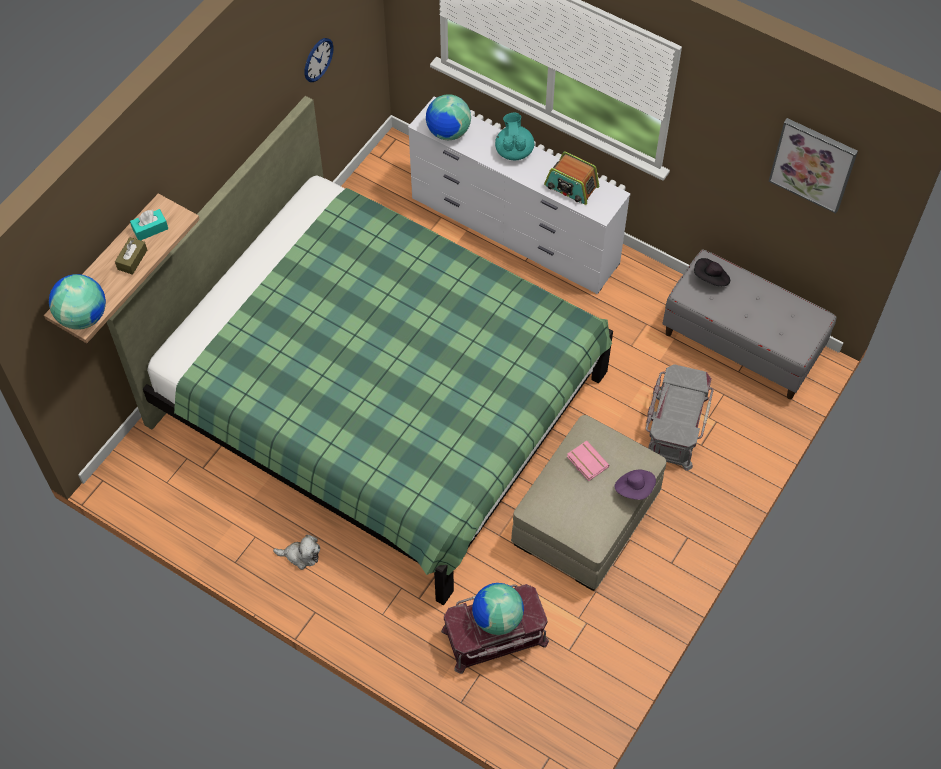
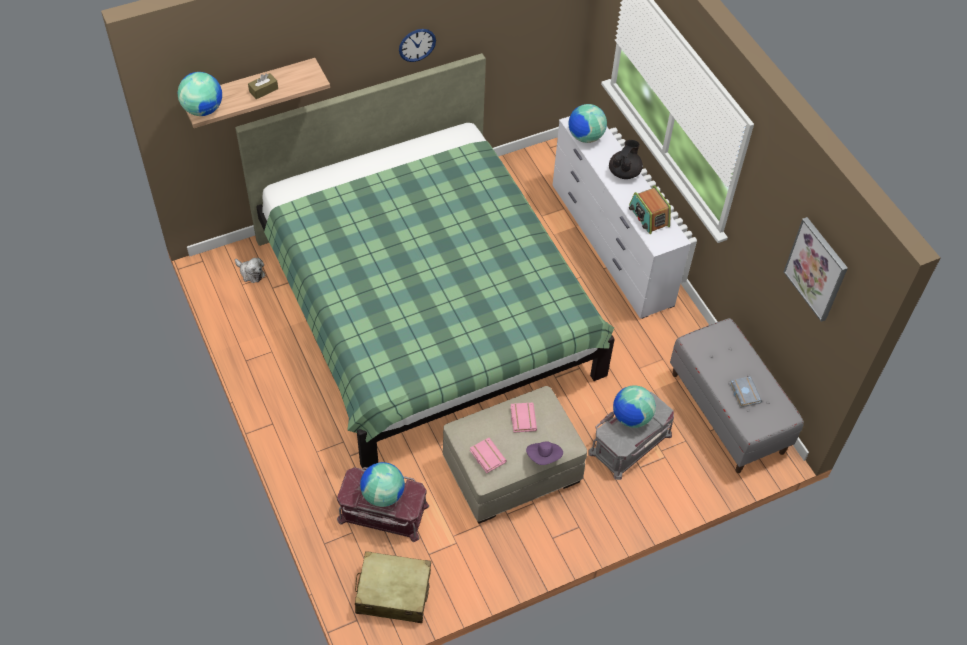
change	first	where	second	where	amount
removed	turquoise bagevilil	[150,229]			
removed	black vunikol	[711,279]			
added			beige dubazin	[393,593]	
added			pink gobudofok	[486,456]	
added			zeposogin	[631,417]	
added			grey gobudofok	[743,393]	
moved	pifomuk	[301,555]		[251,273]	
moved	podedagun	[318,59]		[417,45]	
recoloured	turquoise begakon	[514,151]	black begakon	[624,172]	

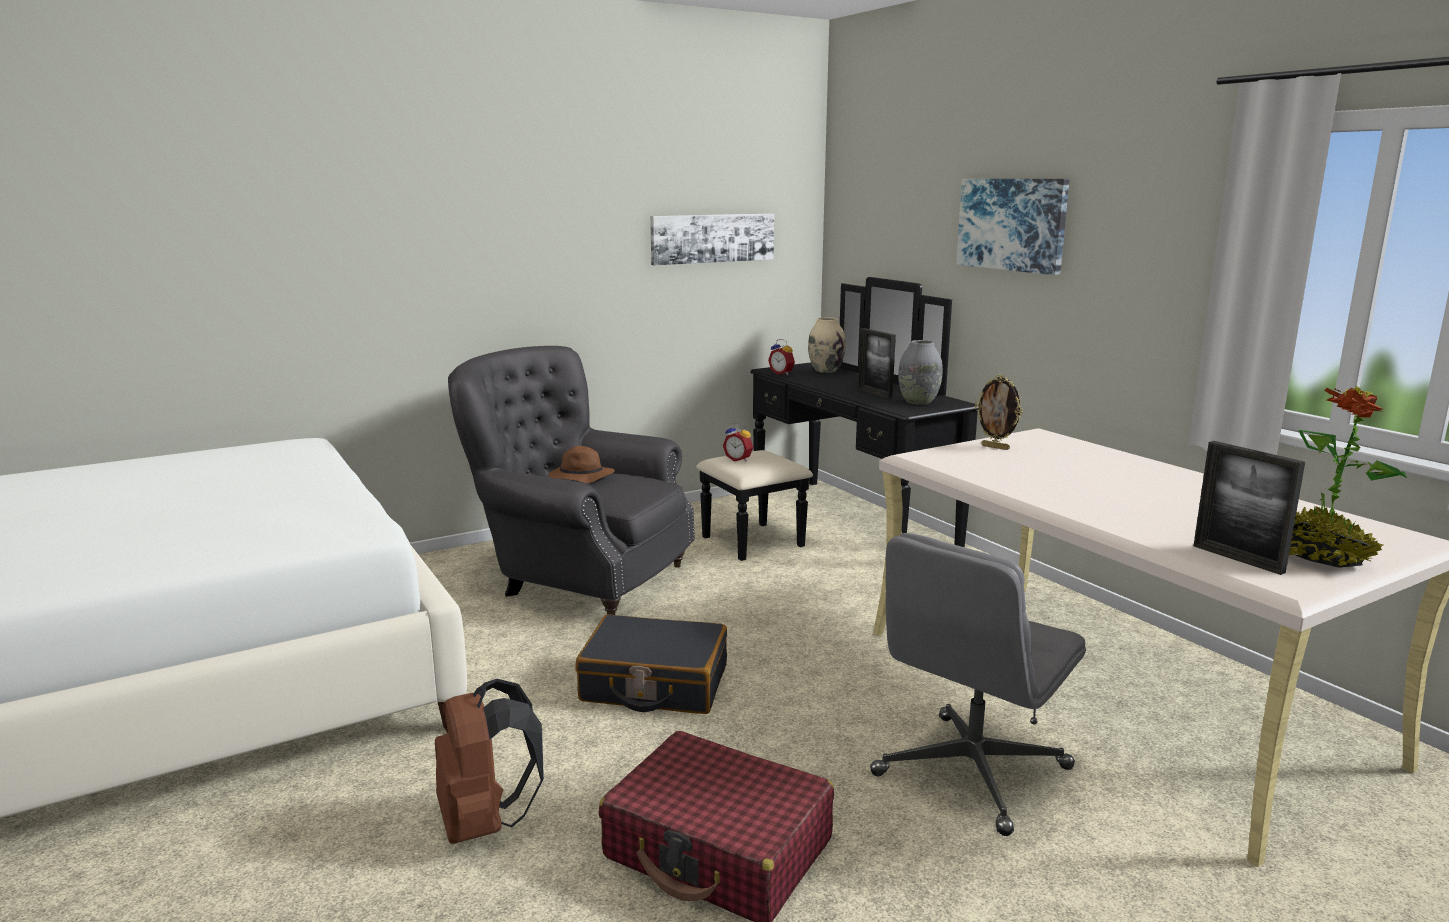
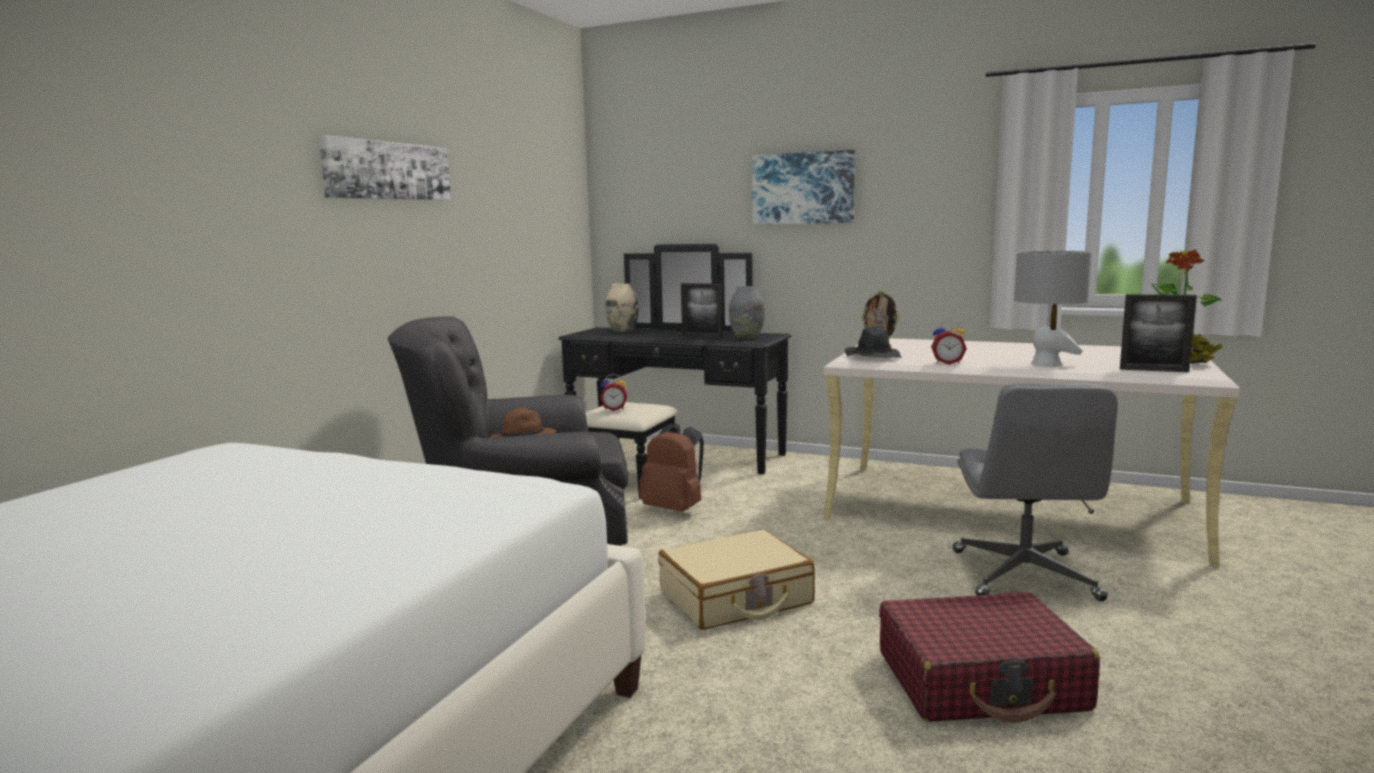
change	first	where	second	where	amount
added			black vunikol	[872,357]	
added			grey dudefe	[1046,364]	
moved	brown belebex	[486,823]		[675,509]	
moved	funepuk	[712,238]		[387,170]	
moved	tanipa	[782,373]		[947,363]	
recoloured	black dubazin	[654,684]	beige dubazin	[735,598]	

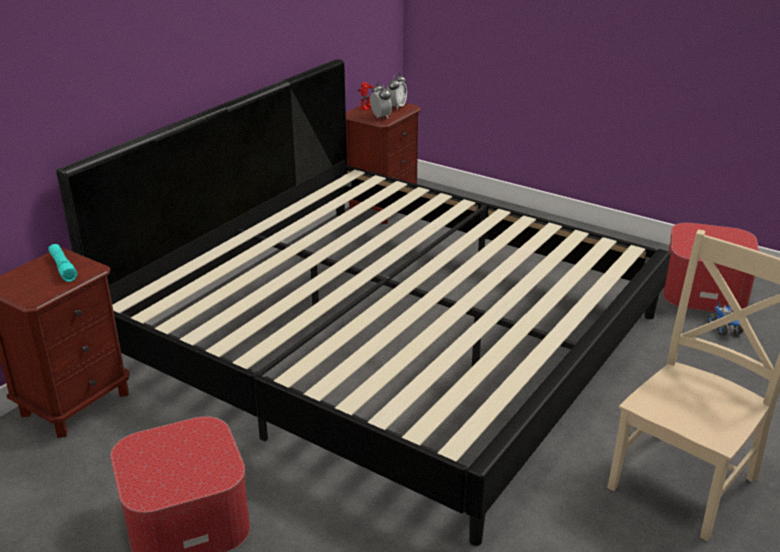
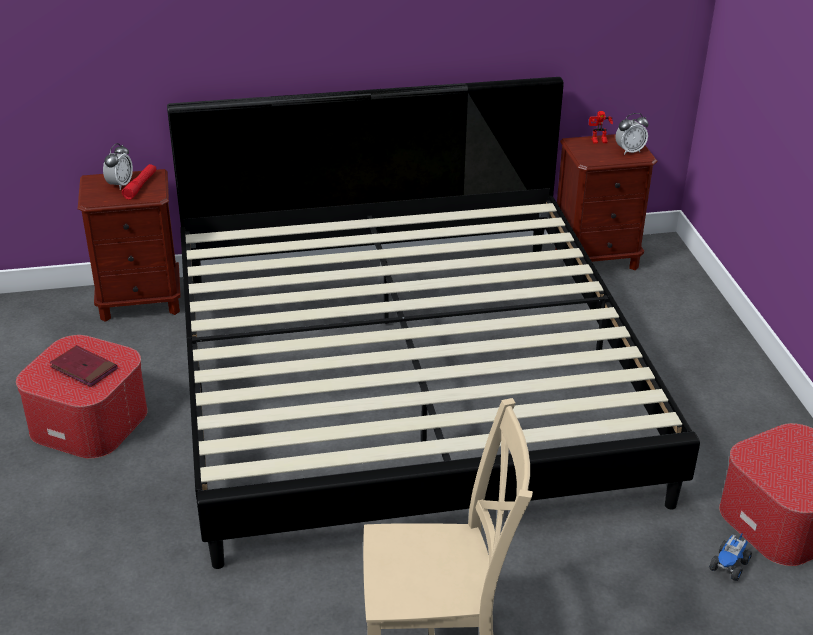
change	first	where	second	where	amount
added			red gobudofok	[84,368]	
moved	tanipa	[380,117]		[120,184]	
recoloured	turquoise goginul	[63,267]	red goginul	[140,186]	

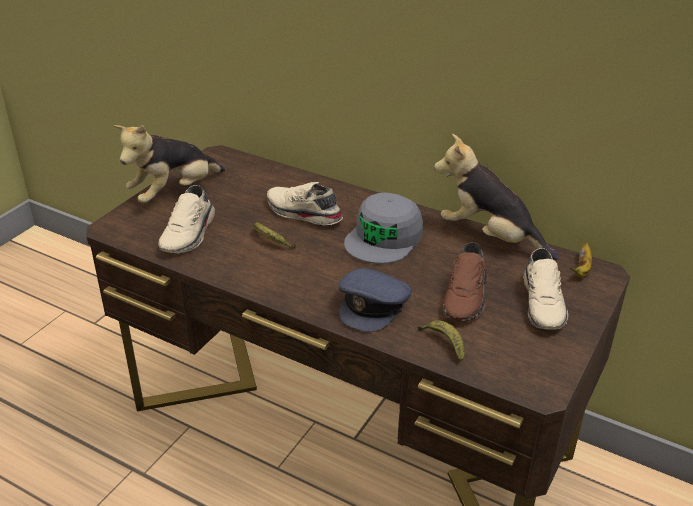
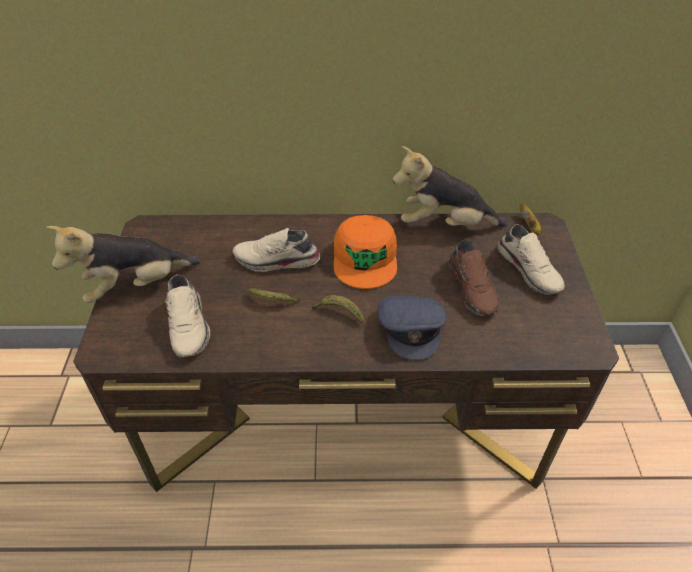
change	first	where	second	where	amount
moved	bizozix	[443,343]		[339,313]	
recoloured	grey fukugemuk	[384,238]	orange fukugemuk	[365,258]	
turned	pifomuk	[174,193]		[135,286]	45 degrees clockwise

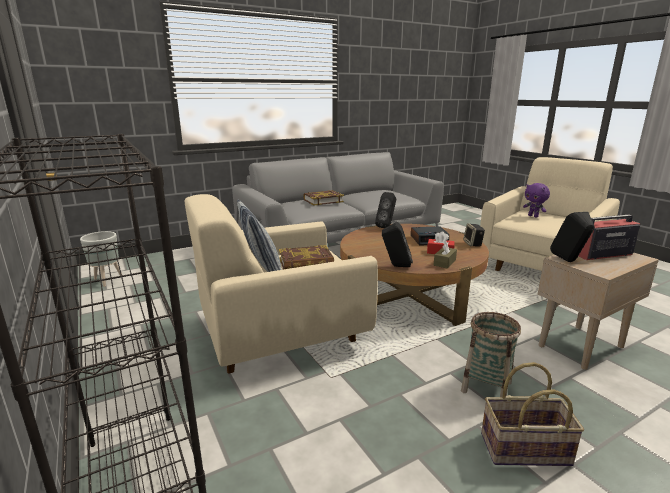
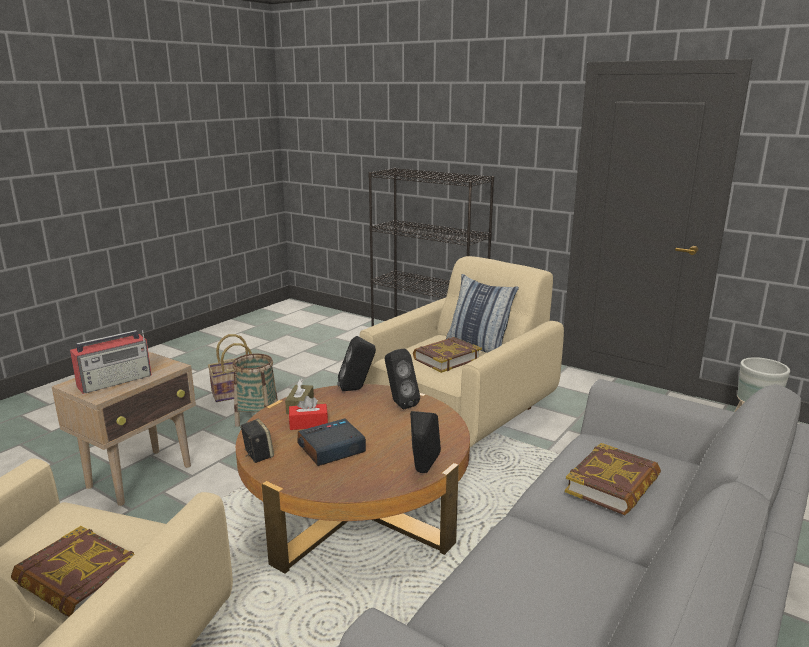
change	first	where	second	where	amount
moved	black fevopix	[569,261]		[399,404]	
replaced	purple pifomuk	[533,216]	gobudofok	[79,580]	

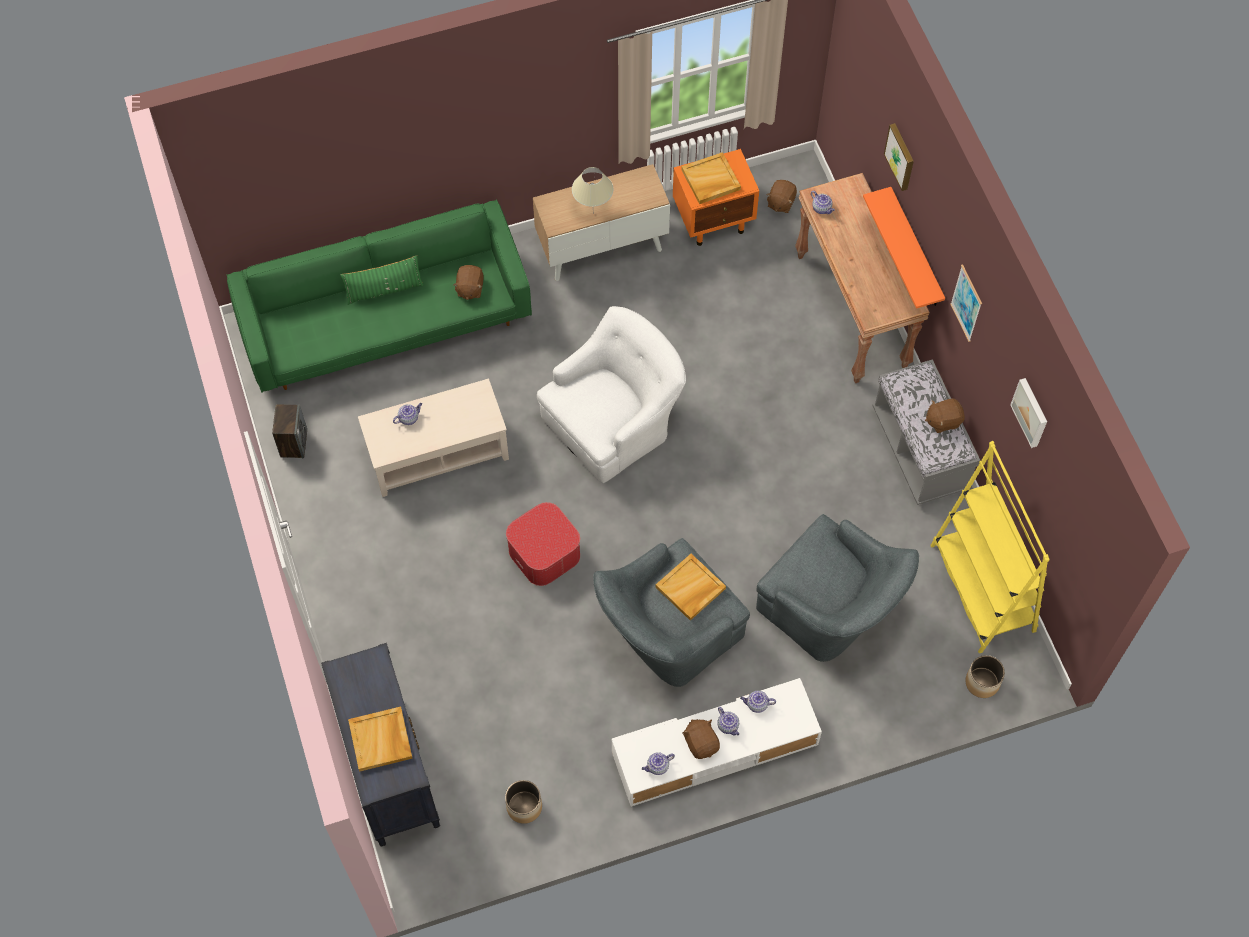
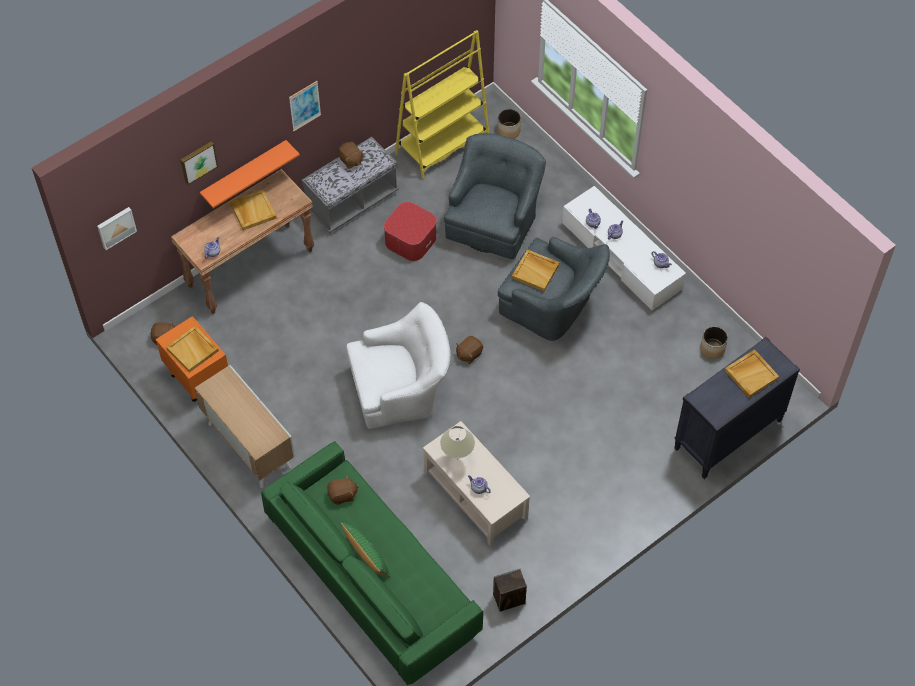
change	first	where	second	where	amount
added			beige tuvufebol	[252,211]	
moved	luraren	[544,552]		[410,239]	
moved	beige dudefe	[593,213]		[457,459]	
moved	brown pifomuk	[701,743]		[469,354]	
moved	funepuk	[1031,412]		[116,227]	
turned	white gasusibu	[614,420]		[401,388]	135 degrees clockwise

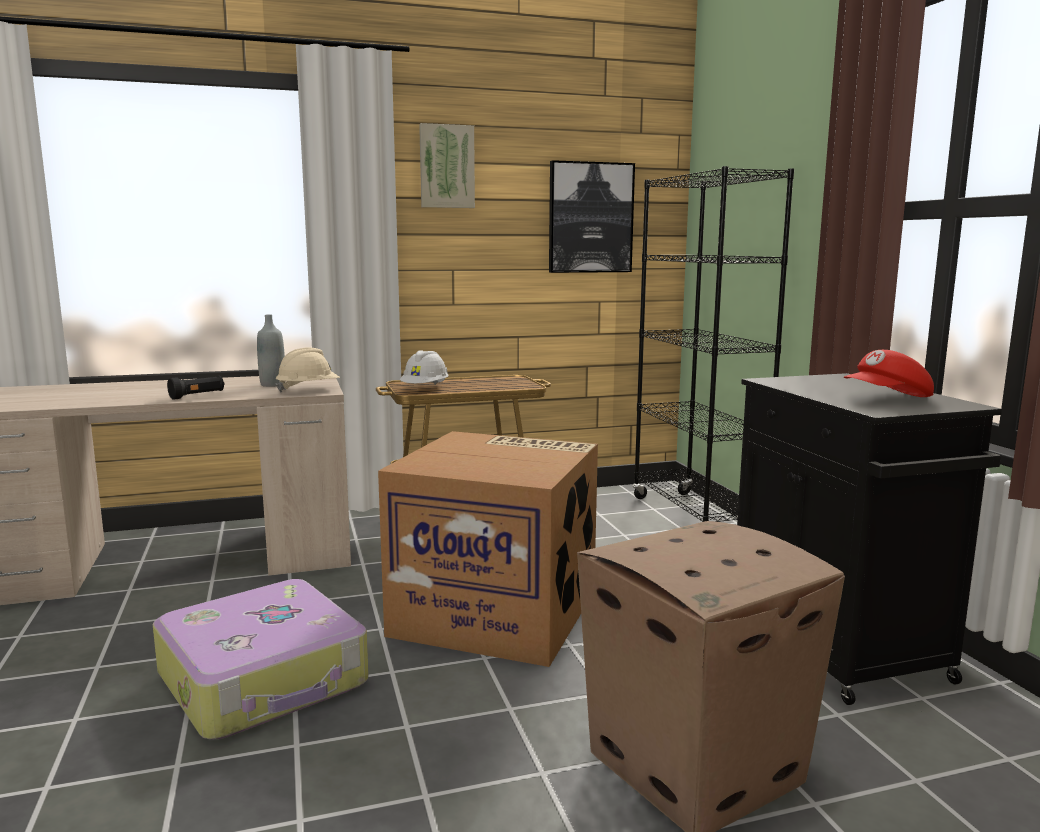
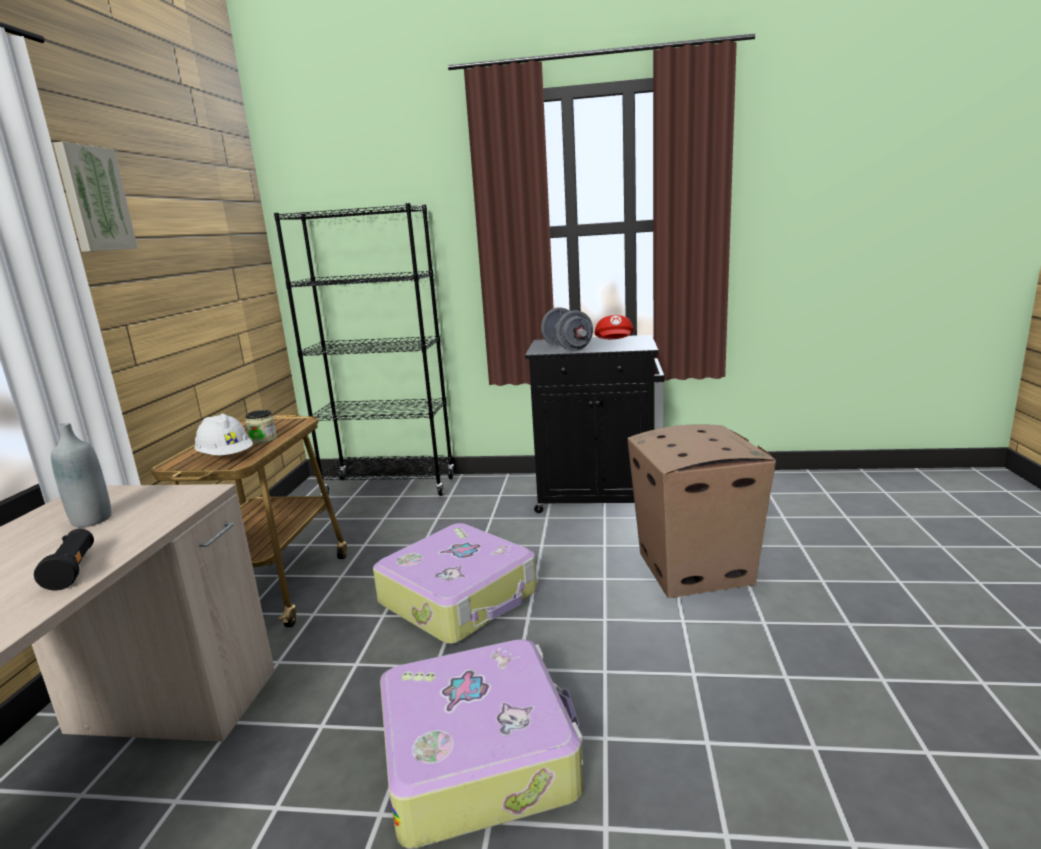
change	first	where	second	where	amount
removed	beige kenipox	[308,390]			
removed	funepuk	[590,218]			
added			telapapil	[263,439]	
added			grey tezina	[567,348]	
replaced	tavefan	[499,612]	dubazin	[460,598]	

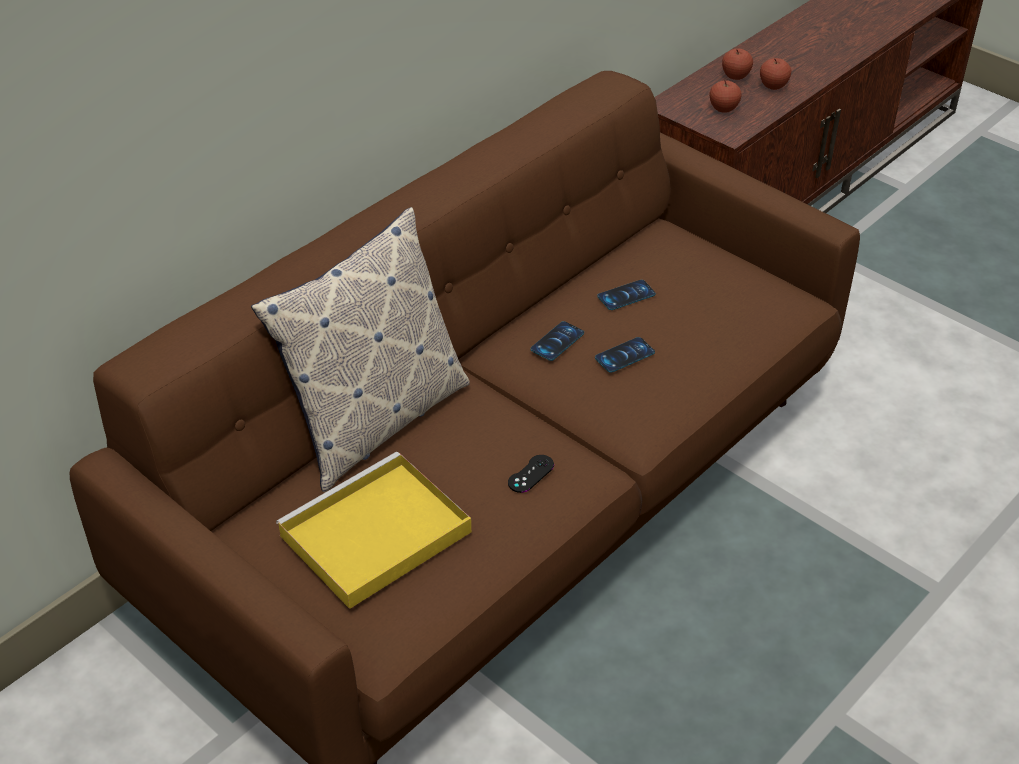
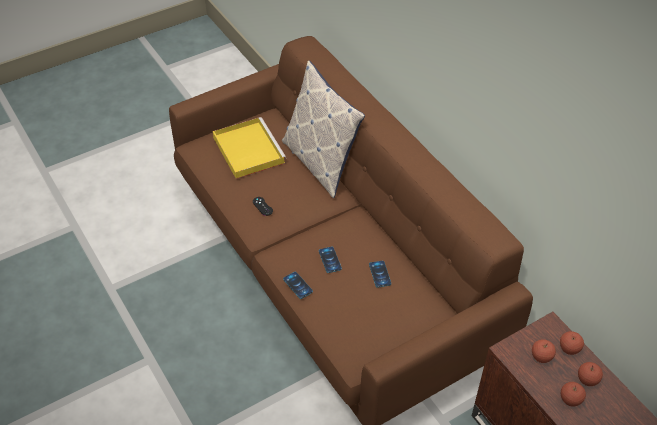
change	first	where	second	where	amount
added			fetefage	[569,349]	
moved	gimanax	[557,341]		[297,285]	

